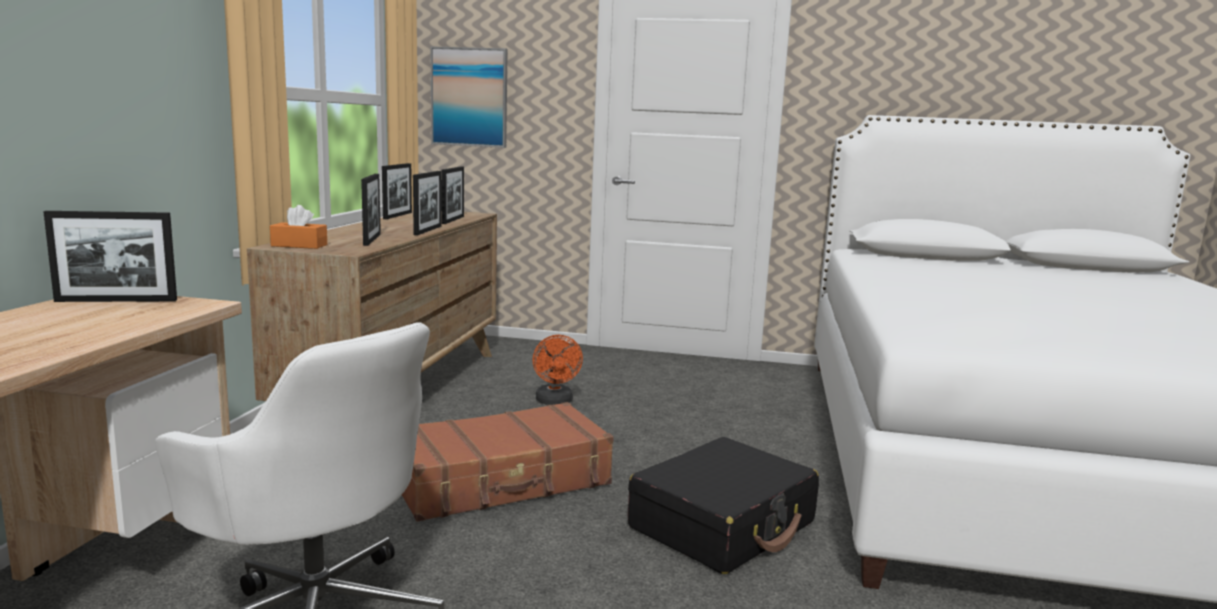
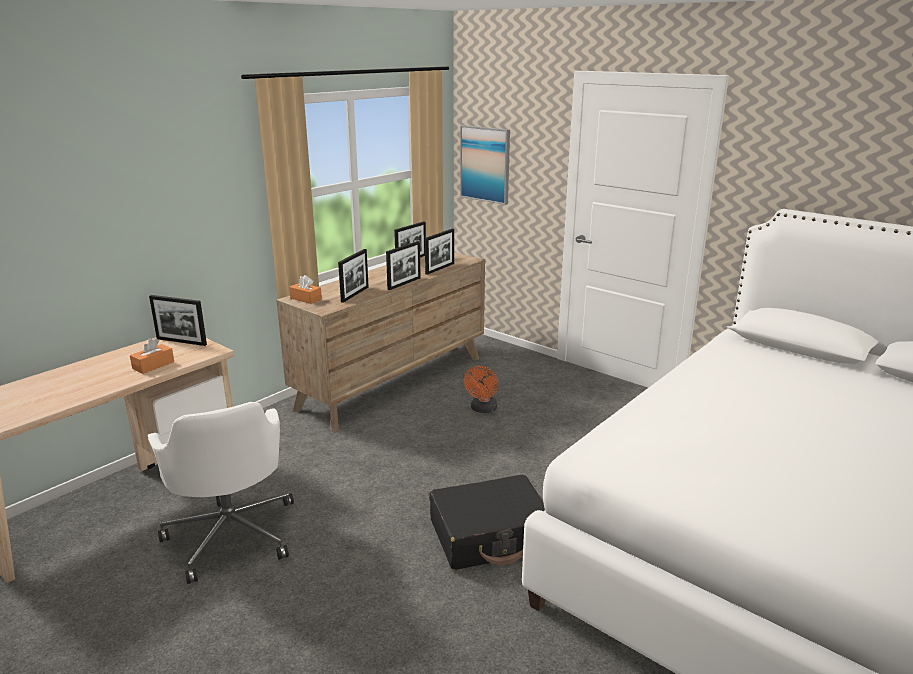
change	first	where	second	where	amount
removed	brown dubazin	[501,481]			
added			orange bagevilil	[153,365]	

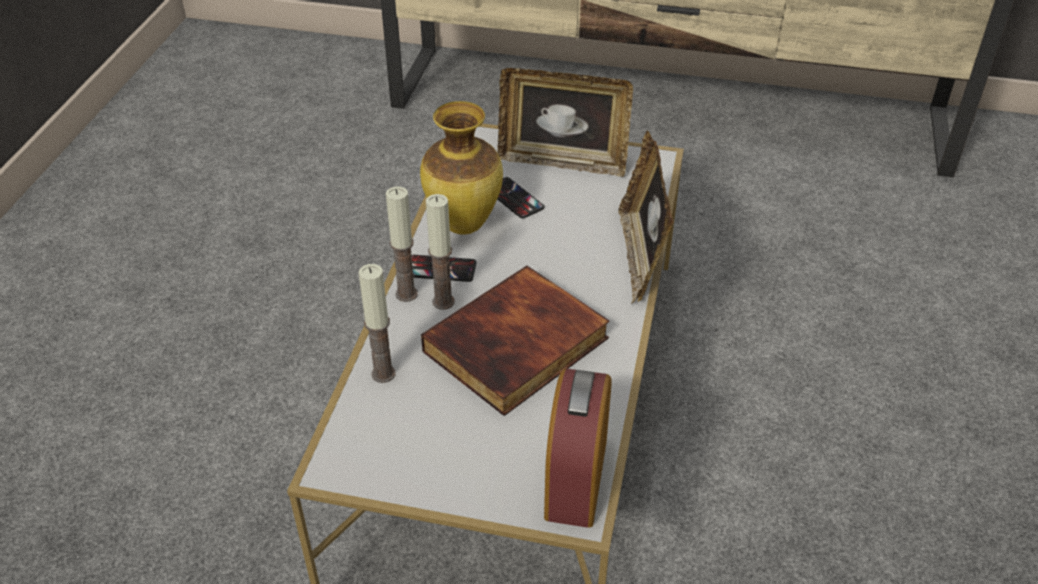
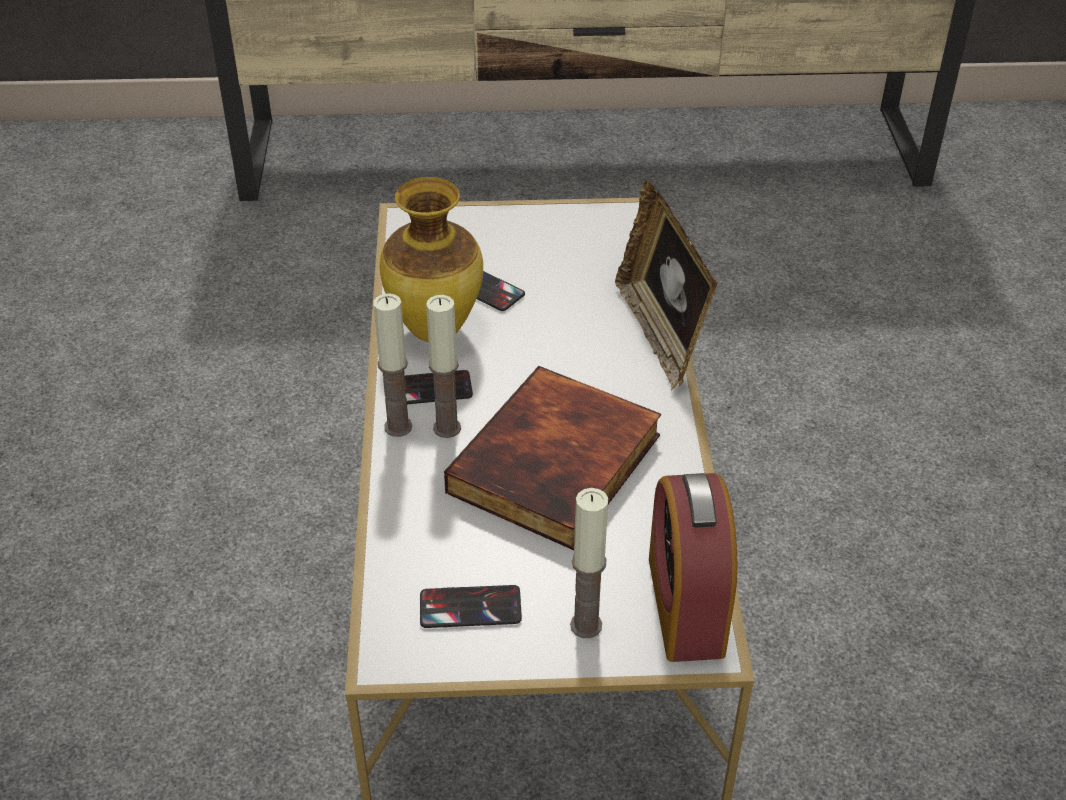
change	first	where	second	where	amount
removed	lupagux	[562,161]			
added			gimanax	[470,607]	
moved	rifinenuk	[383,374]		[586,625]	

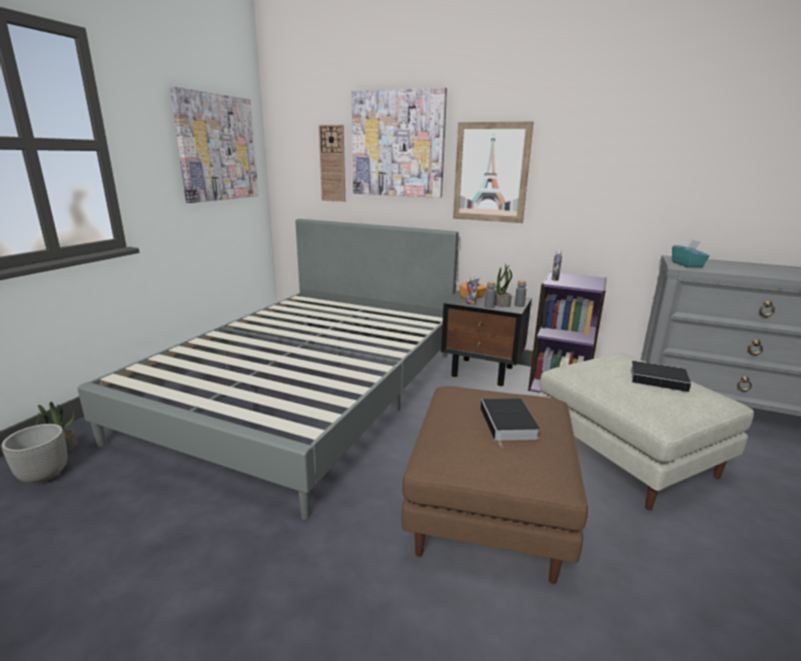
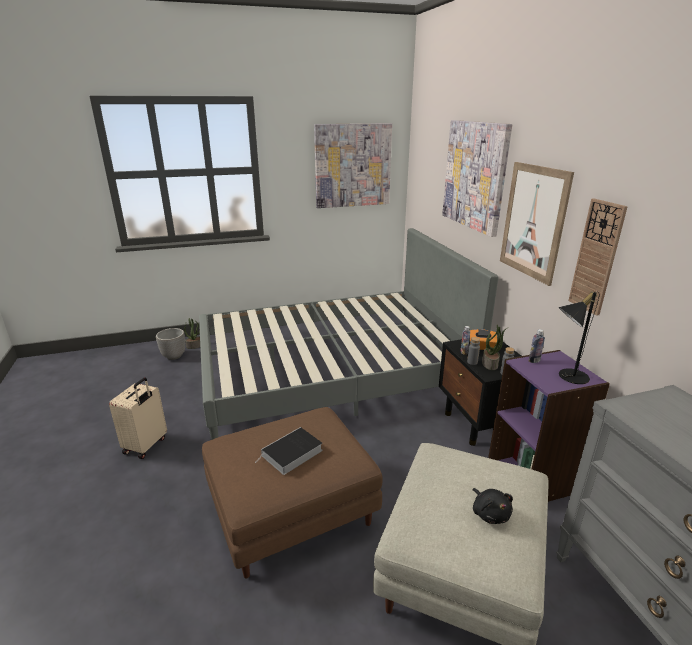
change	first	where	second	where	amount
removed	turquoise bagevilil	[687,265]			
added			beige dubazin	[146,445]	
added			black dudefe	[567,376]	
moved	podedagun	[332,163]		[596,257]	
replaced	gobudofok	[660,379]	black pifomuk	[490,513]	

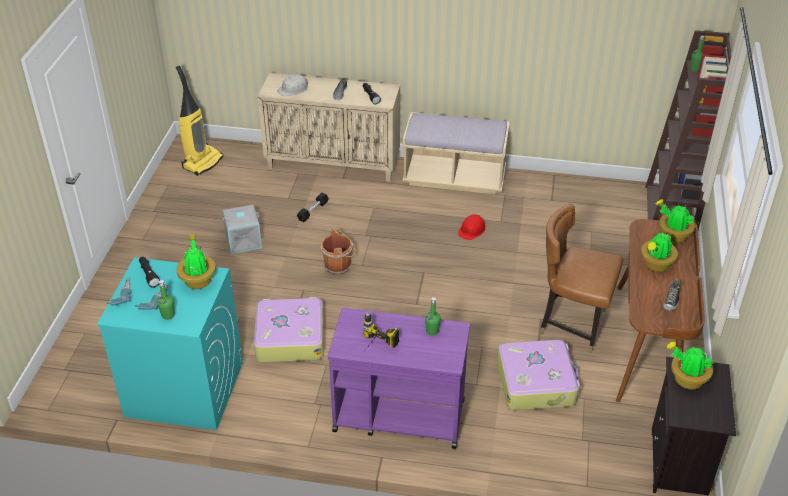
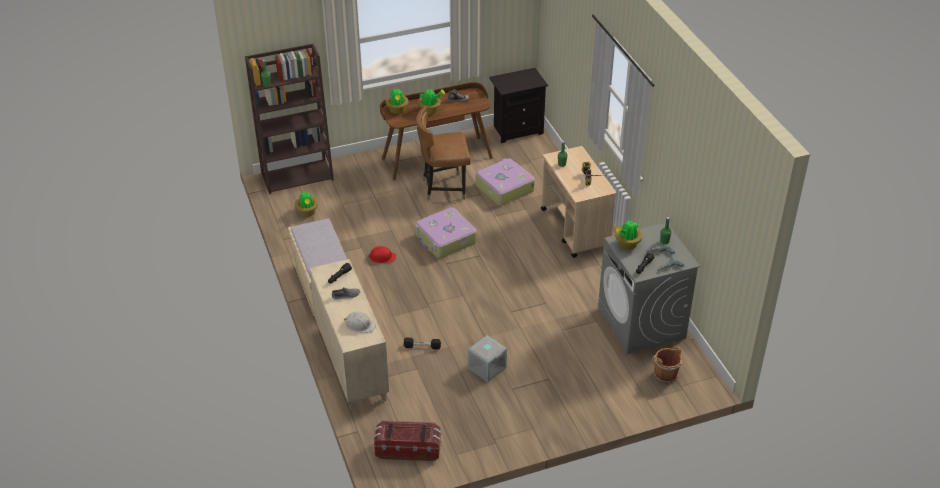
change	first	where	second	where	amount
moved	dubazin	[289,337]		[445,240]	
moved	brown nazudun	[339,265]		[664,374]	
moved	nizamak	[686,379]		[307,212]	
replaced	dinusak	[202,162]	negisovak	[408,449]	
recoloured	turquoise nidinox	[184,389]	grey nidinox	[641,323]	
recoloured	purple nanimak	[398,415]	beige nanimak	[575,229]	
turned	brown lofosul	[572,325]		[444,188]	90 degrees clockwise

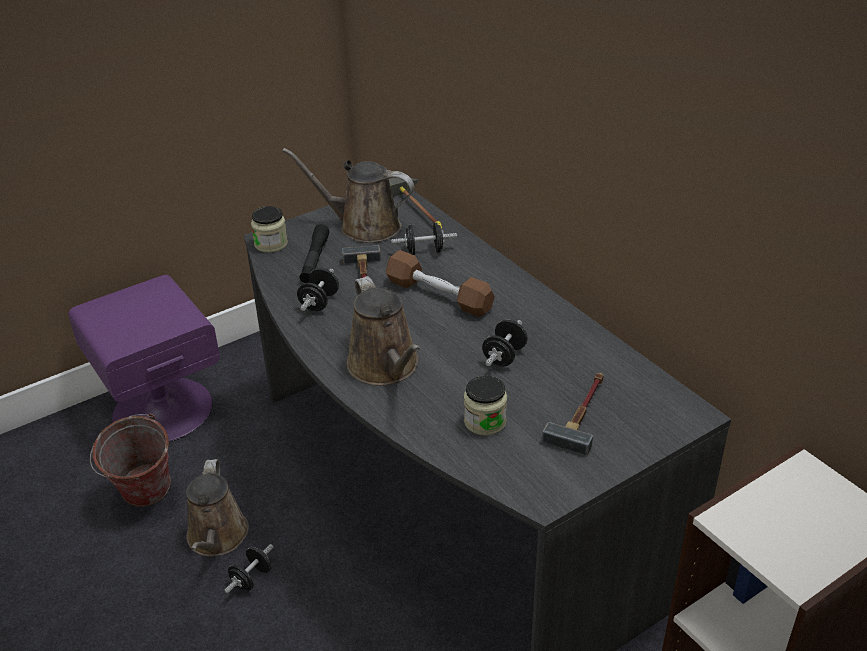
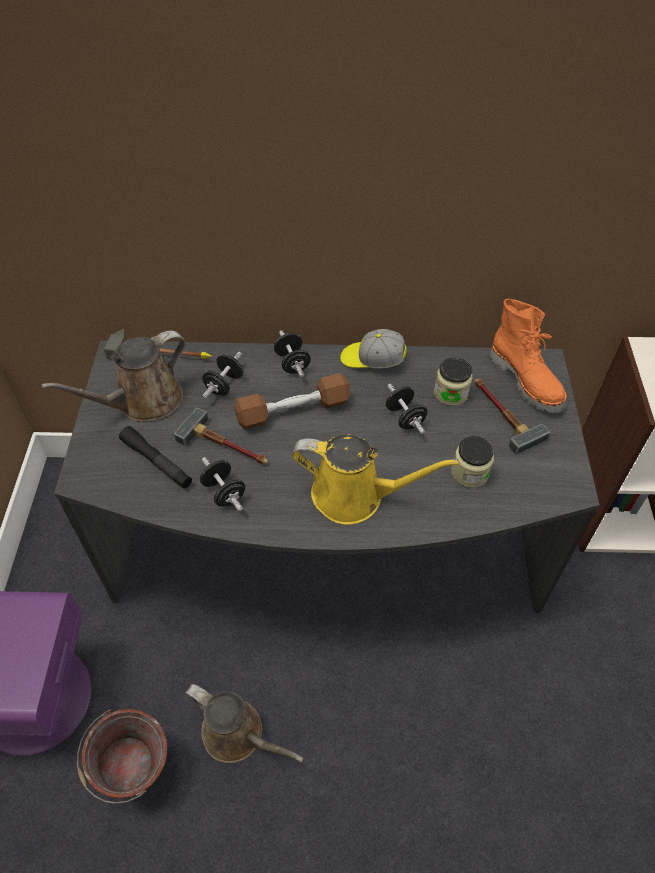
change	first	where	second	where	amount
added			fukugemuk	[372,360]	
added			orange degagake	[526,381]	
moved	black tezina	[251,578]		[292,363]	
moved	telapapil	[271,244]		[450,393]	
recoloured	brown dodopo	[386,367]	yellow dodopo	[355,496]	

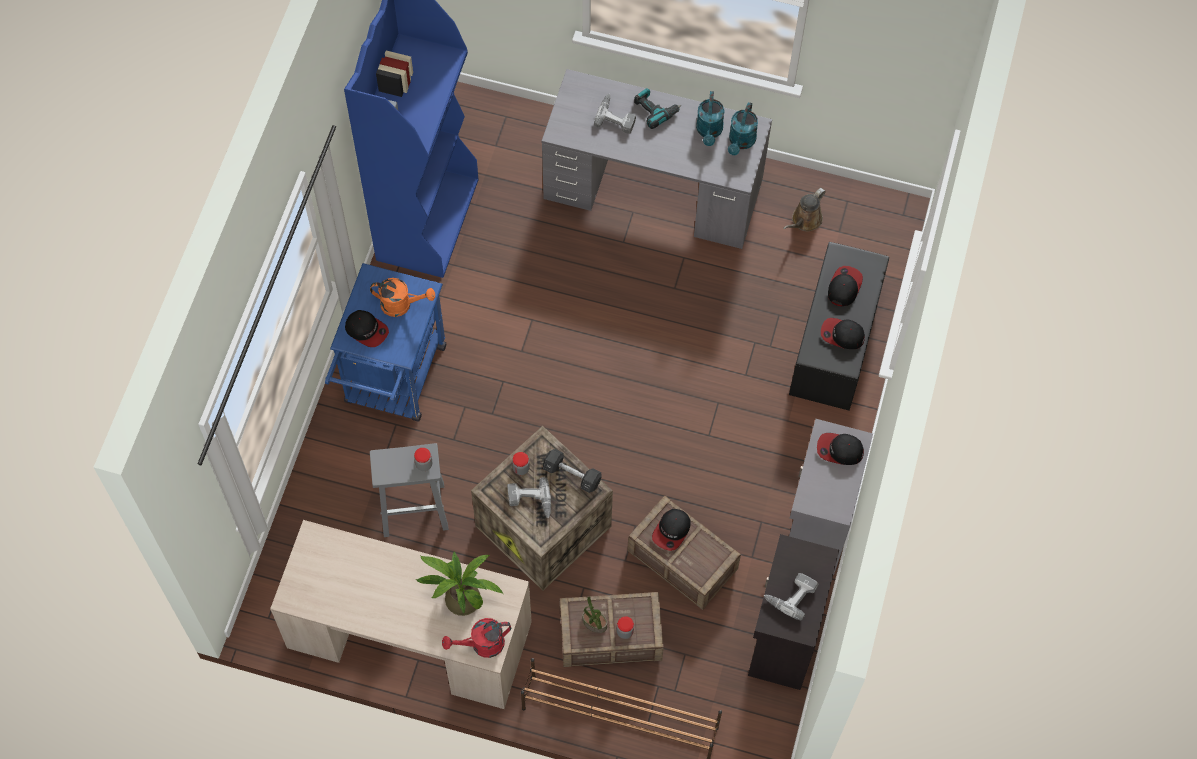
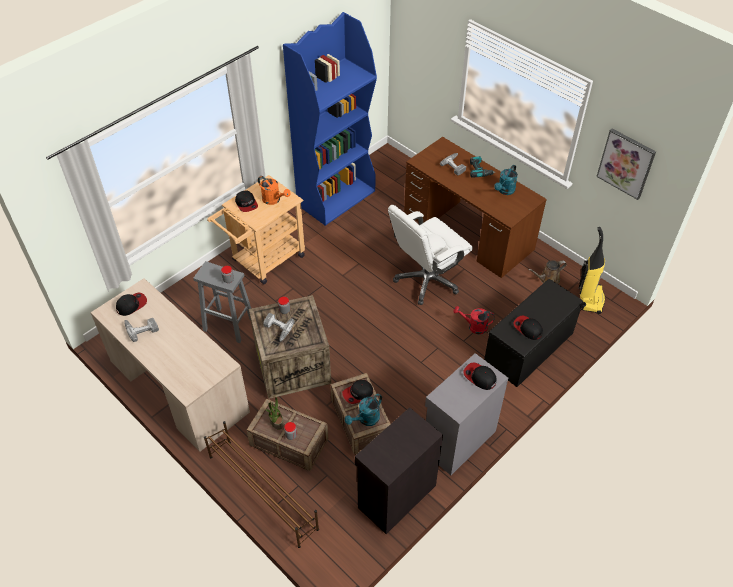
change	first	where	second	where	amount
removed	nizamak	[460,596]			
removed	black tezina	[572,474]			
added			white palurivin	[427,280]	
added			dinusak	[590,298]	
added			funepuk	[626,163]	
moved	red dodopo	[481,645]		[474,326]	
moved	turquoise dodopo	[741,142]		[366,420]	
moved	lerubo	[791,594]		[141,328]	
moved	fukugemuk	[844,287]		[131,305]	
recoloured	blue nanimak	[393,382]	beige nanimak	[264,261]	
recoloured	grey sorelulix	[653,189]	brown sorelulix	[468,231]	

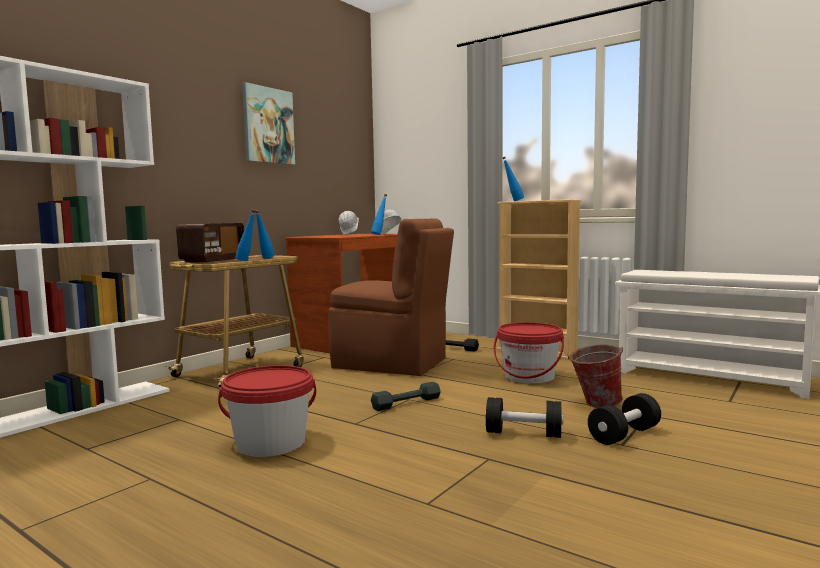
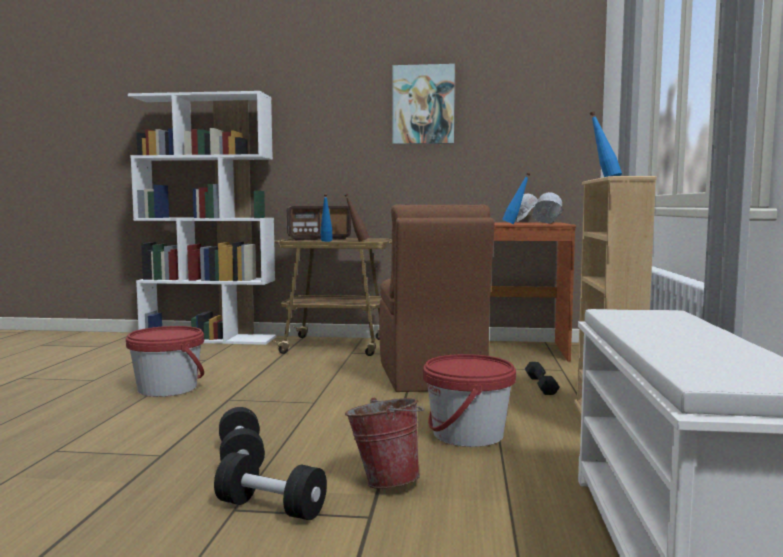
change	first	where	second	where	amount
removed	grey tezina	[406,403]			
recoloured	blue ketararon	[265,258]	brown ketararon	[357,241]	

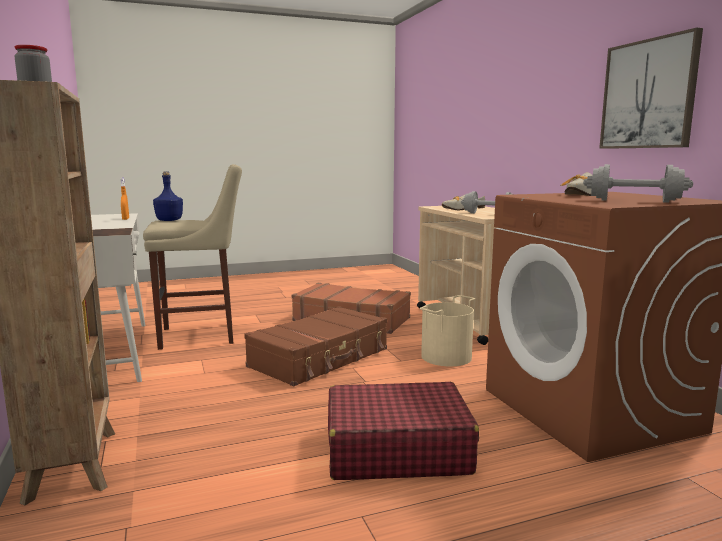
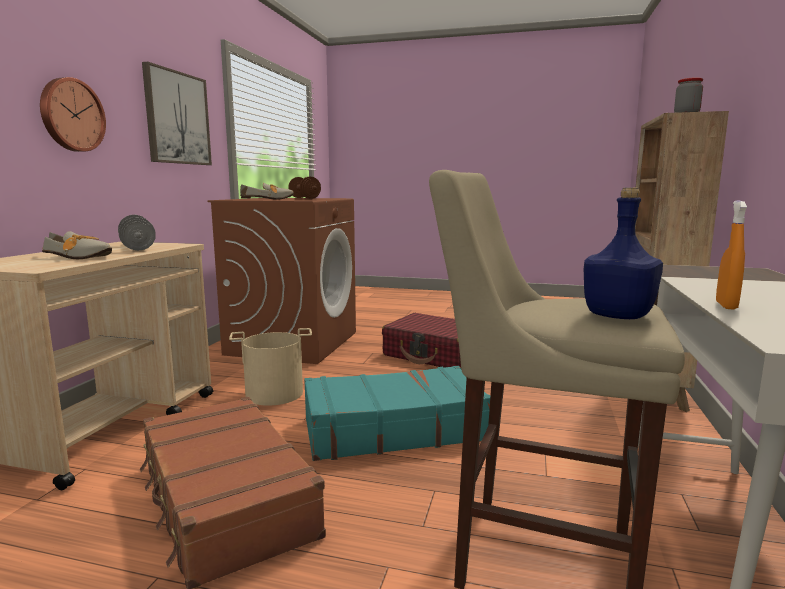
change	first	where	second	where	amount
added			podedagun	[71,115]	
recoloured	brown dubazin	[320,358]	turquoise dubazin	[392,429]	
recoloured	grey tezina	[634,201]	brown tezina	[304,198]	

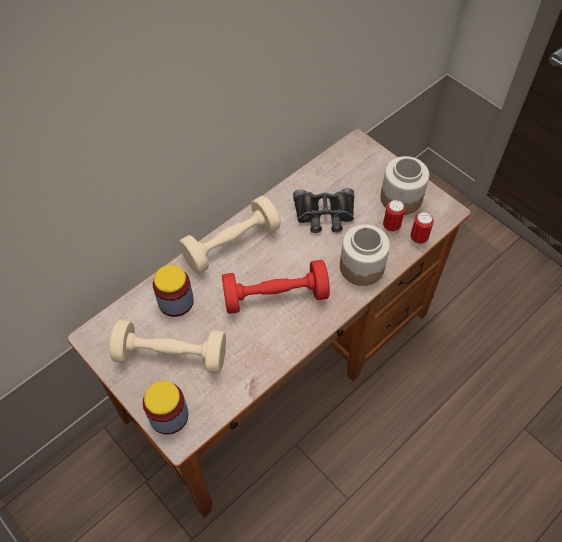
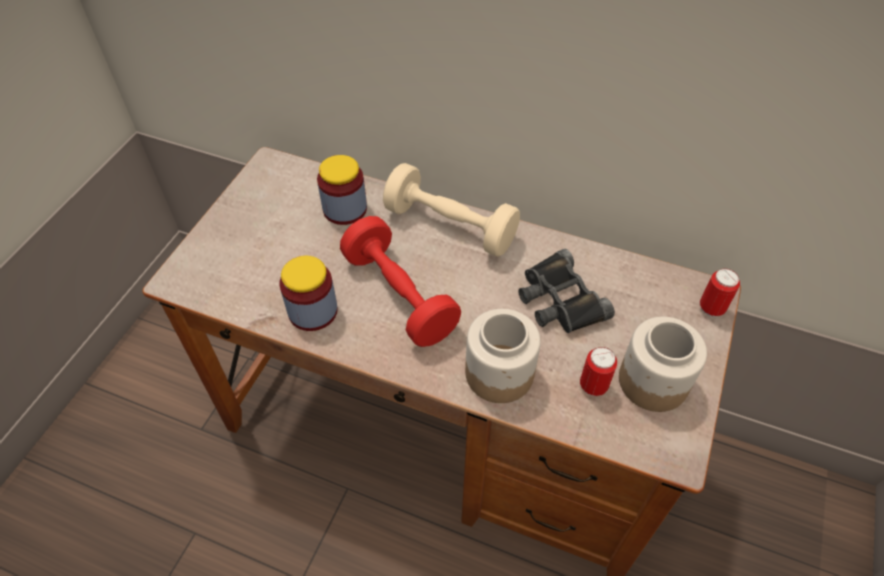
change	first	where	second	where	amount
removed	beige tezina	[171,355]			
moved	telapapil	[169,415]		[313,311]	
moved	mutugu	[418,238]		[711,308]	

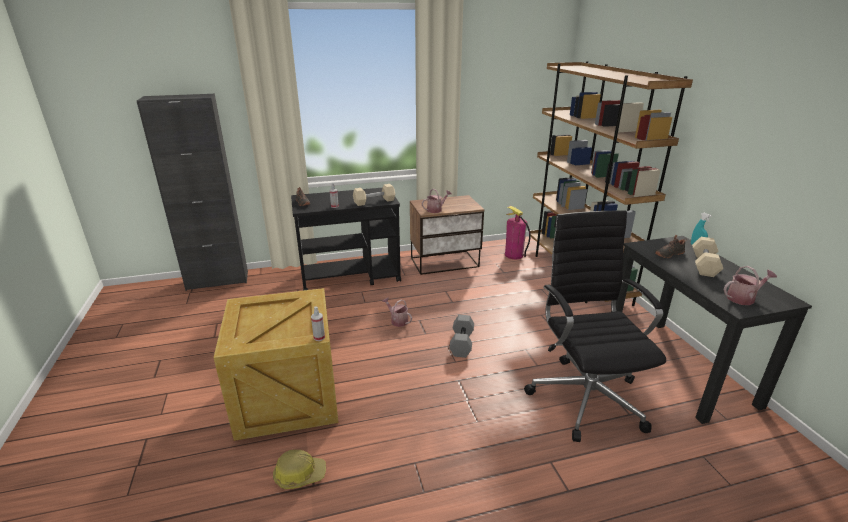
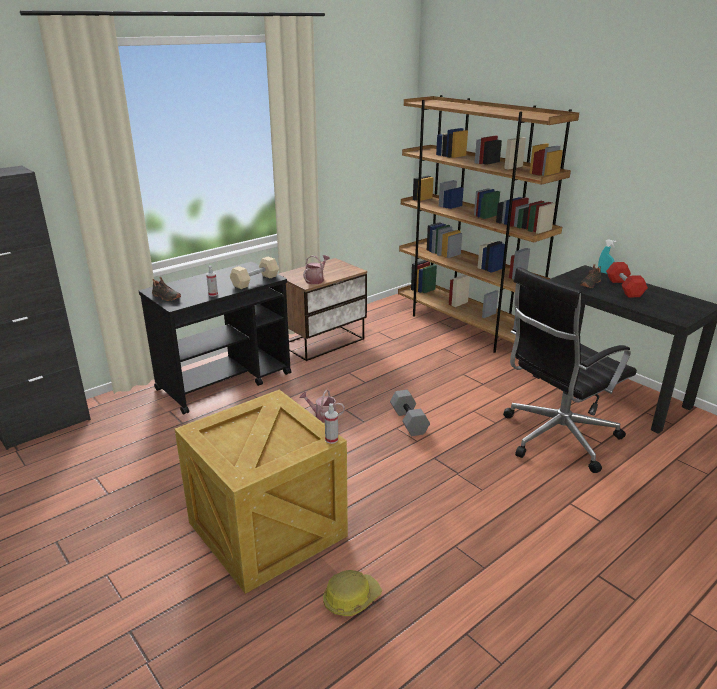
change	first	where	second	where	amount
removed	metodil	[513,255]			
removed	dodopo	[743,298]			
recoloured	beige tezina	[704,265]	red tezina	[624,288]	
turned	black palurivin	[585,396]		[556,438]	90 degrees counterclockwise

